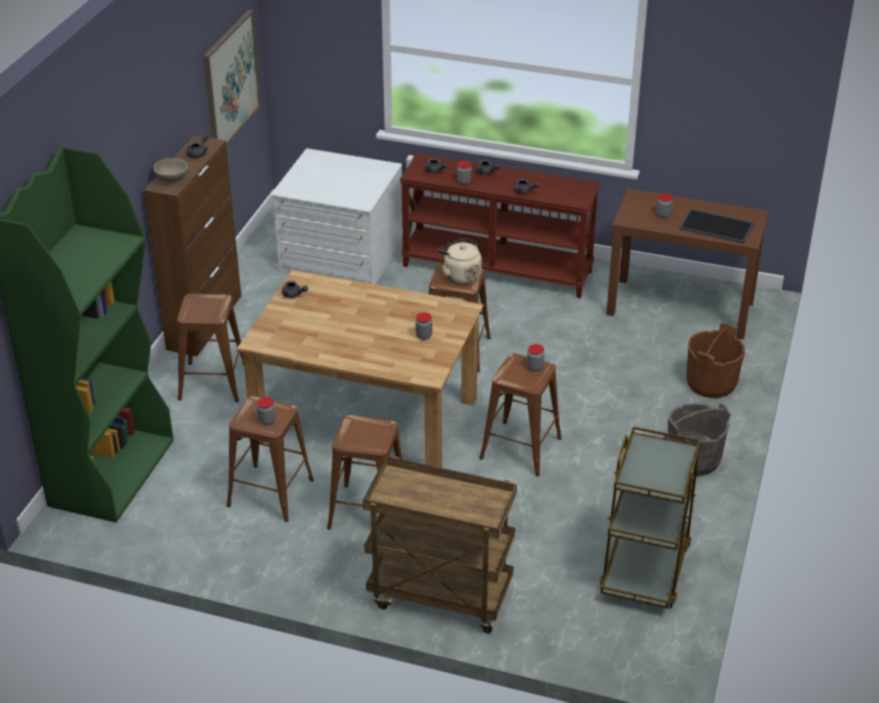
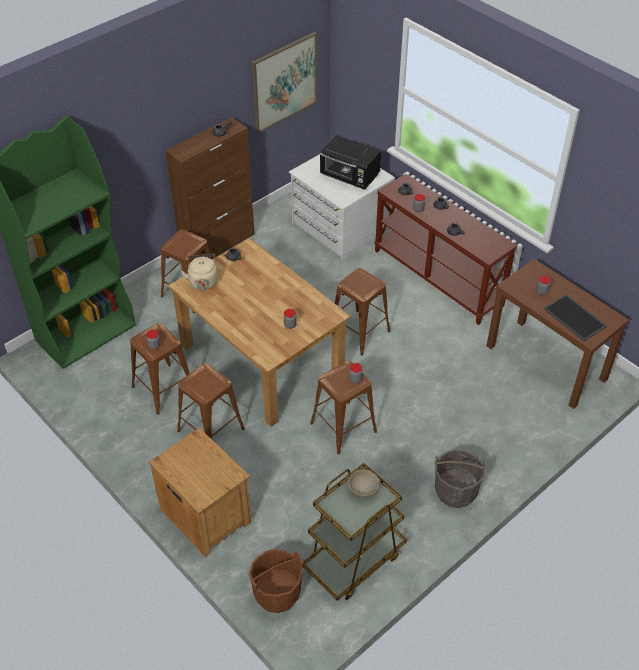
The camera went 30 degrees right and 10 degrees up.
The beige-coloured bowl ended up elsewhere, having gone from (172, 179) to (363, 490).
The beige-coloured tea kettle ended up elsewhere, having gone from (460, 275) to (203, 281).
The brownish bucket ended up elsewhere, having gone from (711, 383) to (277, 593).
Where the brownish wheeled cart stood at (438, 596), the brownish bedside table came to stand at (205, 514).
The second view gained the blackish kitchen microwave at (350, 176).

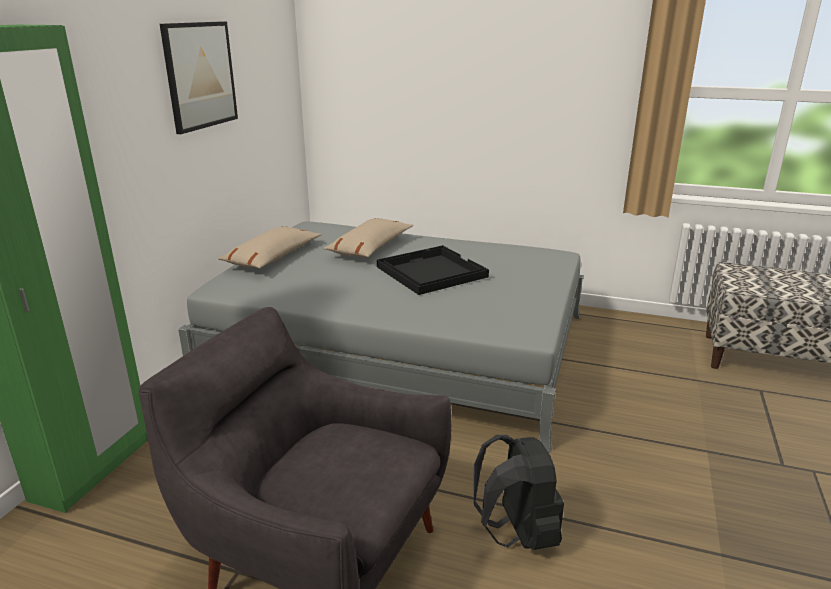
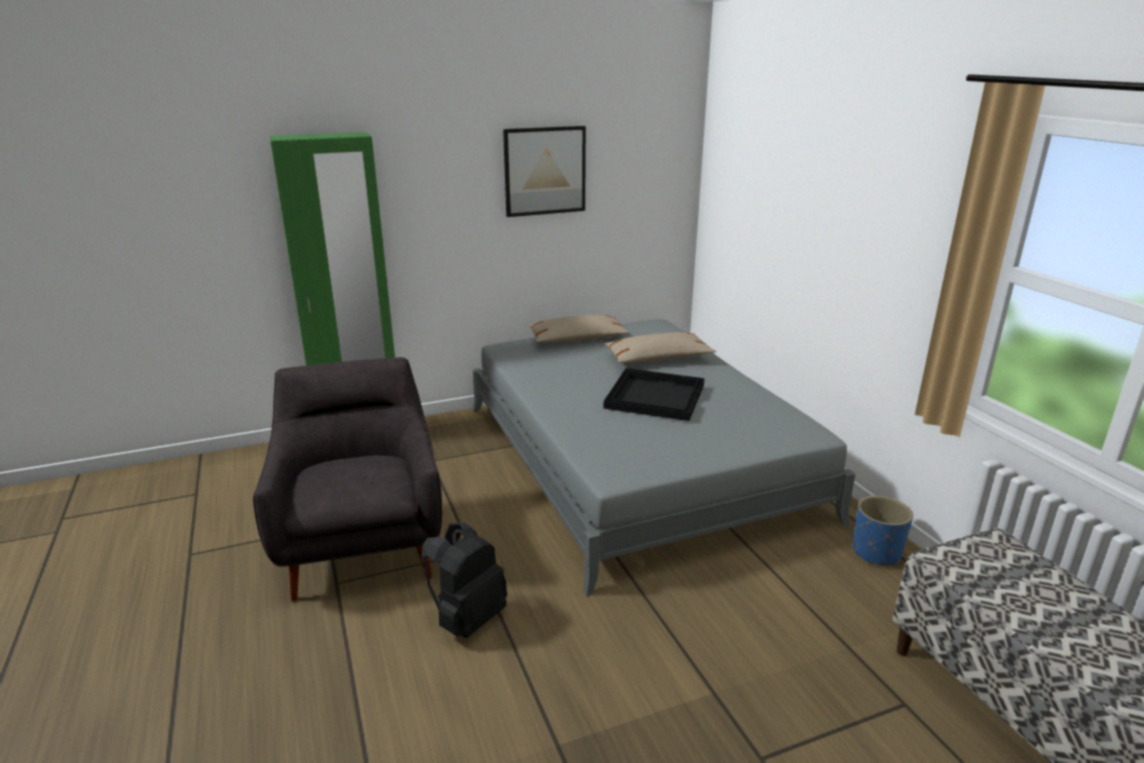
The camera went 50 degrees right and 0 degrees up.
The second view gained the bluish plant pot at (876, 553).

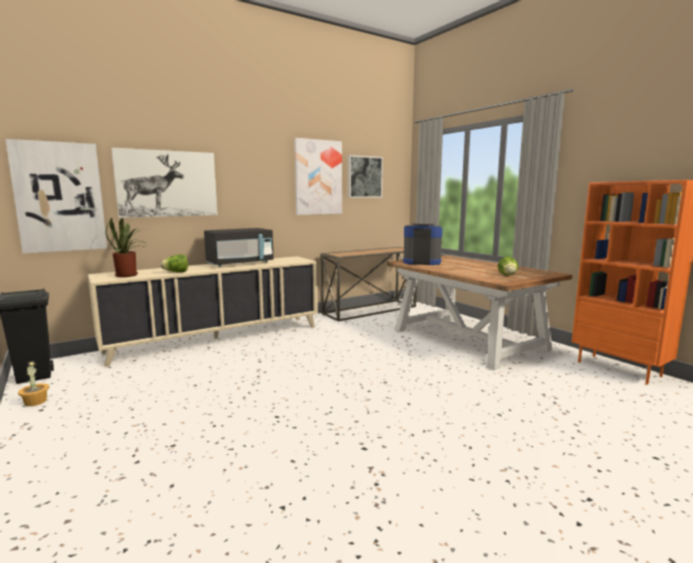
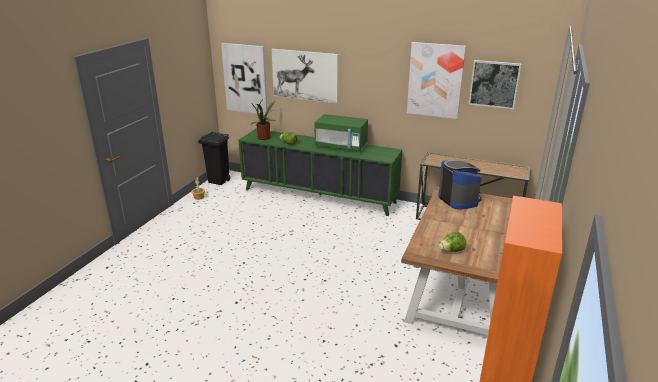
The camera went 55 degrees right and 15 degrees up.
What was the blackish kitchen microwave at (240, 263) turned into the green-coloured kitchen microwave at (341, 146).
What was the beige-coloured cupboard at (216, 339) turned into the green-coloured cupboard at (319, 195).

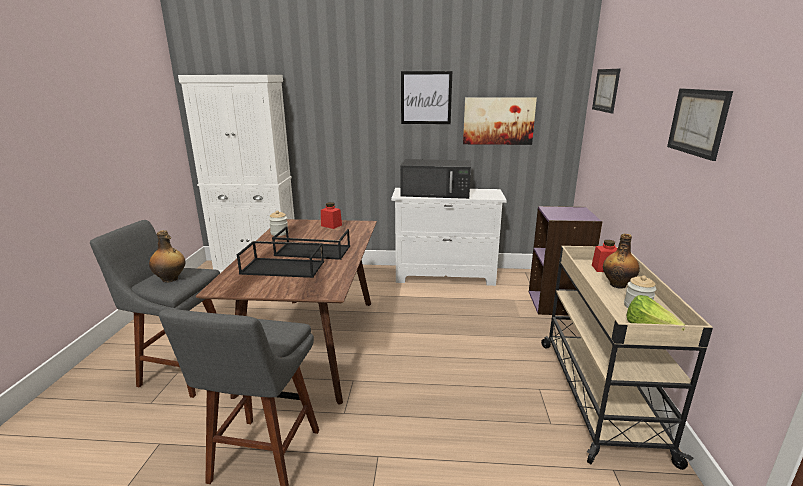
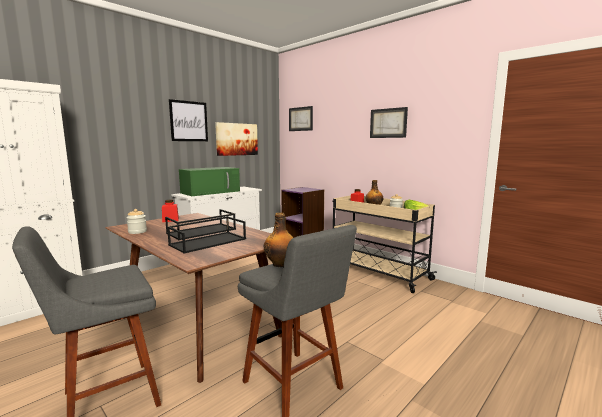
The camera went 50 degrees left and 10 degrees down.
What was the blackish kitchen microwave at (436, 193) turned into the green-coloured kitchen microwave at (211, 192).
The drink bottle ended up elsewhere, having gone from (171, 279) to (280, 264).

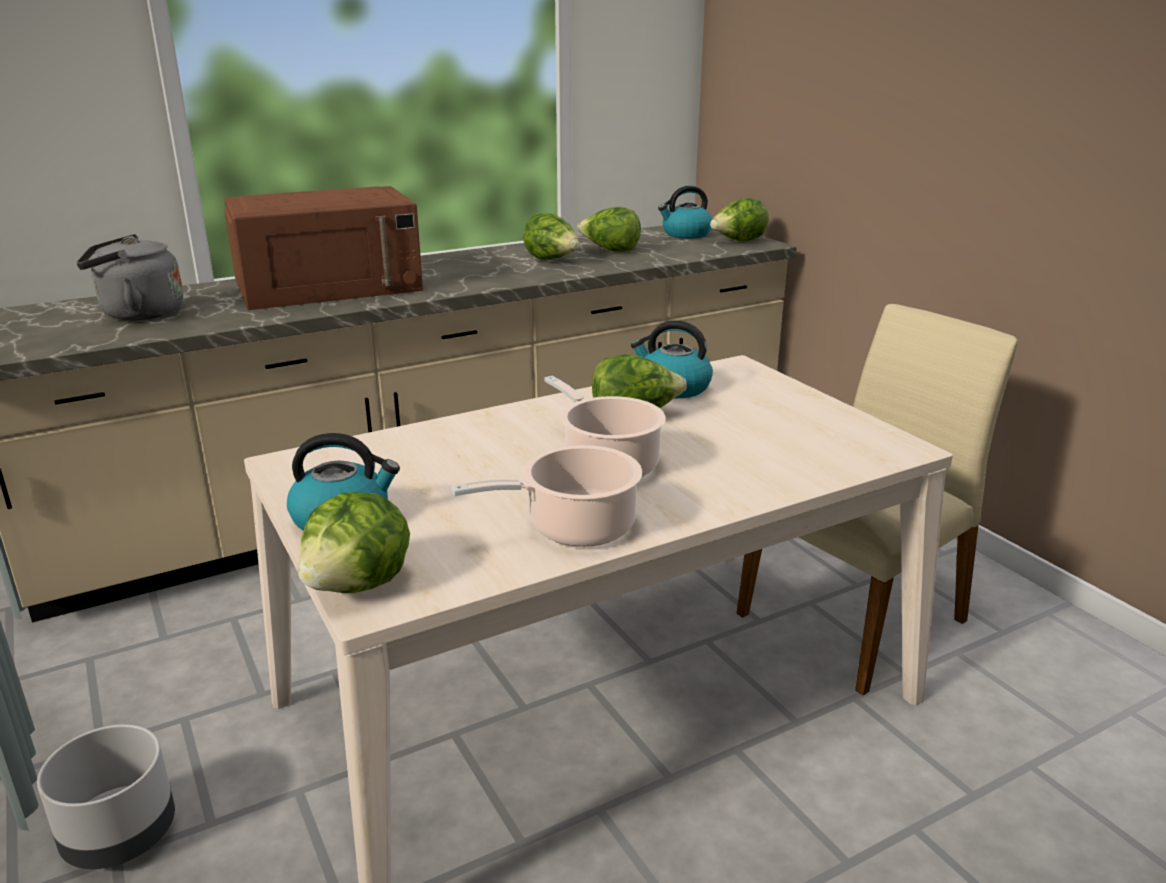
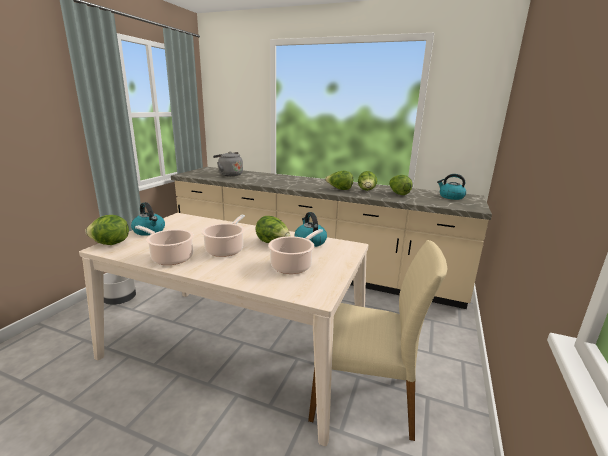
The camera went 50 degrees right and 5 degrees down.
The second view lost the brownish kitchen microwave at (330, 286).
The head of lettuce ended up elsewhere, having gone from (738, 241) to (339, 189).
The second view gained the cooking pot at (293, 265).

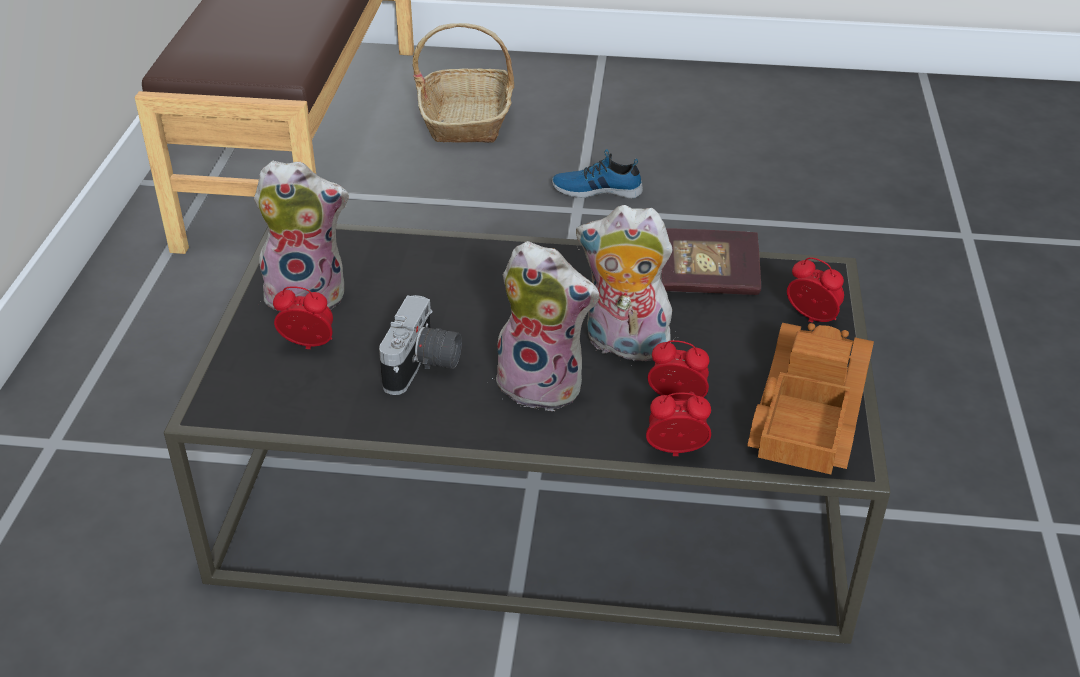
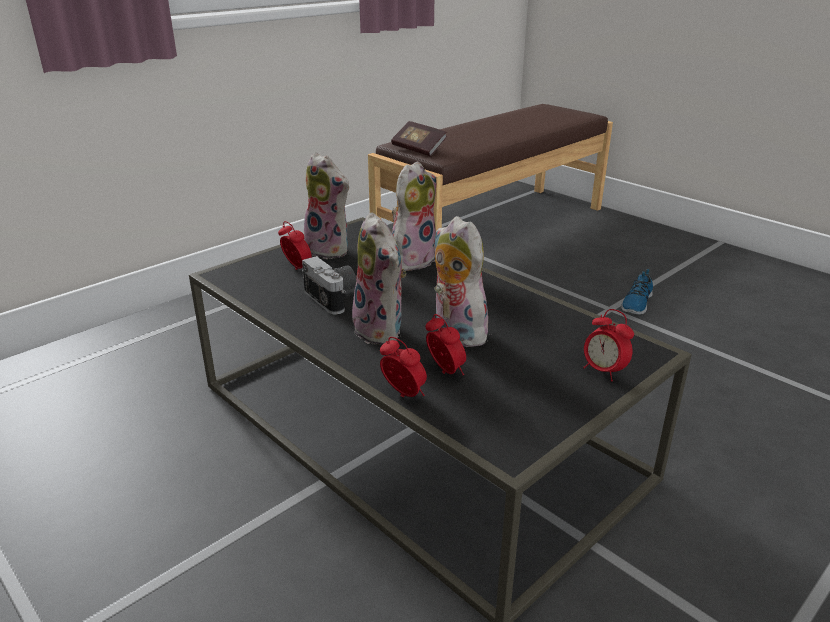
The camera went 40 degrees right and 10 degrees down.
The second view lost the basket at (467, 119).
The shoe at (597, 189) ended up facing another way, 105 degrees counterclockwise from before.
The volume ended up elsewhere, having gone from (706, 280) to (418, 149).
The alarm clock at (811, 320) ended up facing another way, 150 degrees clockwise from before.
The still camera at (424, 367) ended up facing another way, 90 degrees counterclockwise from before.
The second view lost the toy truck at (805, 411).
The second view gained the cuddly toy at (412, 259).

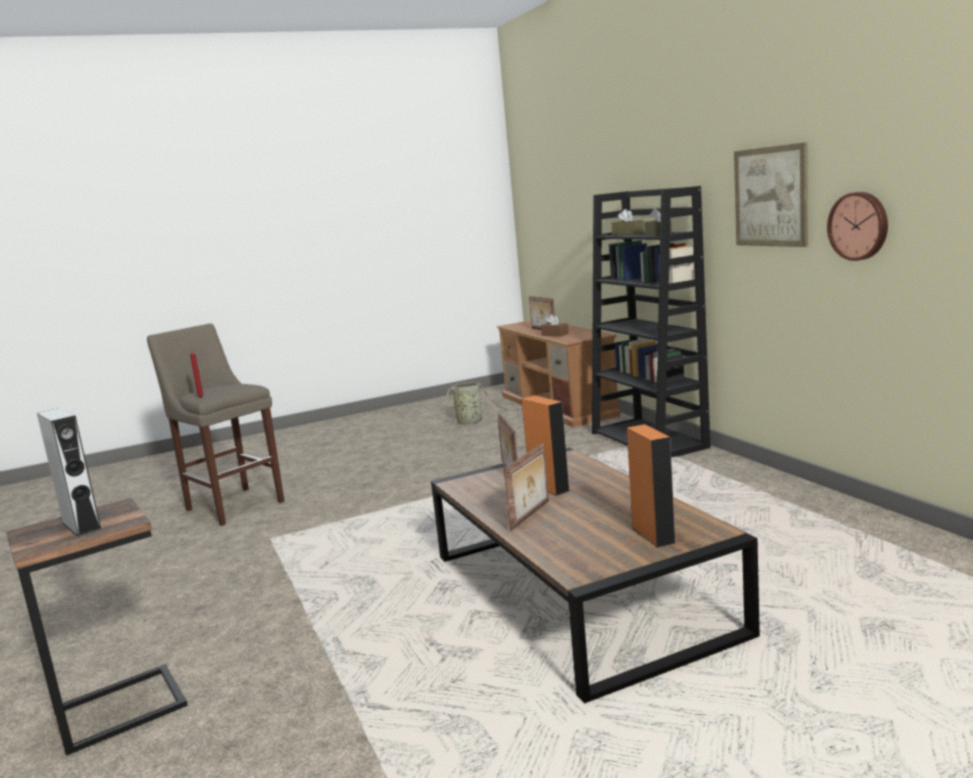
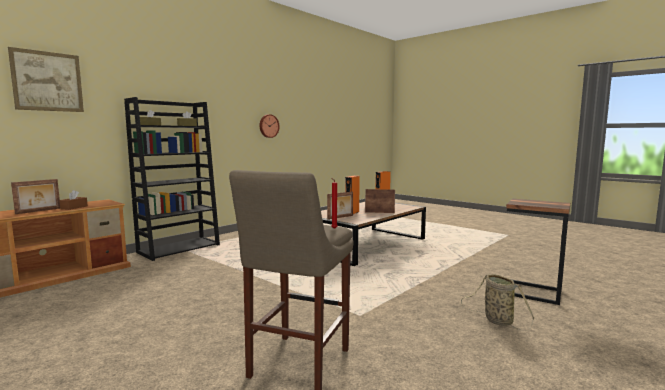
The camera went 115 degrees left and 5 degrees down.
The wall art ended up elsewhere, having gone from (770, 197) to (47, 81).
The basket ended up elsewhere, having gone from (471, 421) to (496, 320).
The second view lost the greyish speaker at (81, 526).

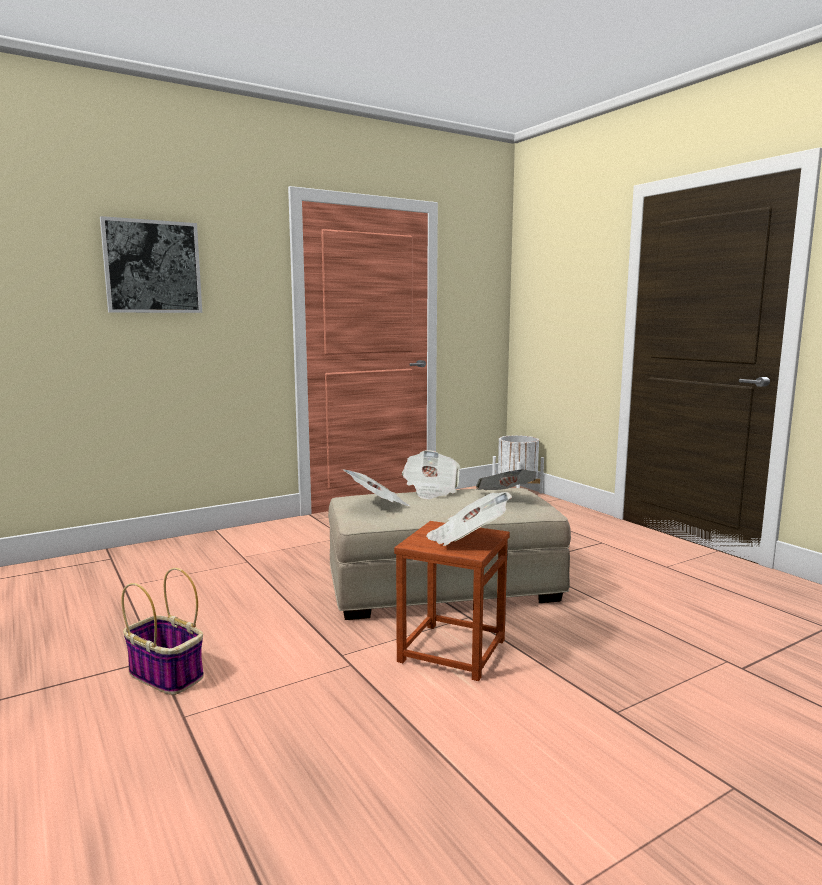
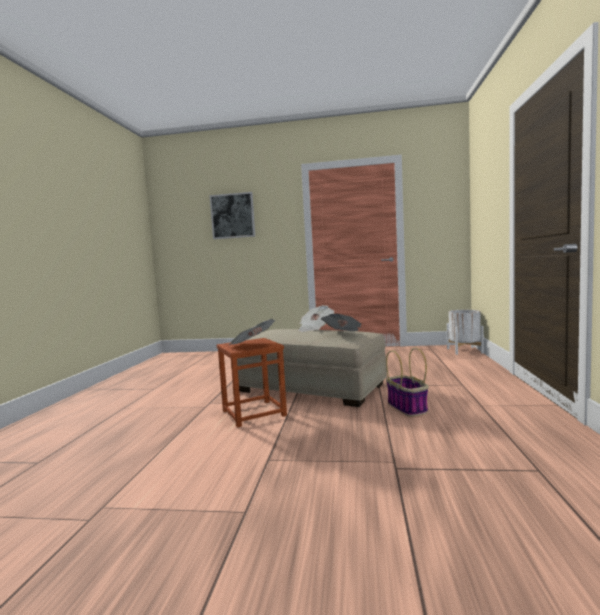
The camera went 40 degrees right and 5 degrees down.
The second view lost the newspaper at (377, 505).
The basket ended up elsewhere, having gone from (167, 675) to (407, 408).

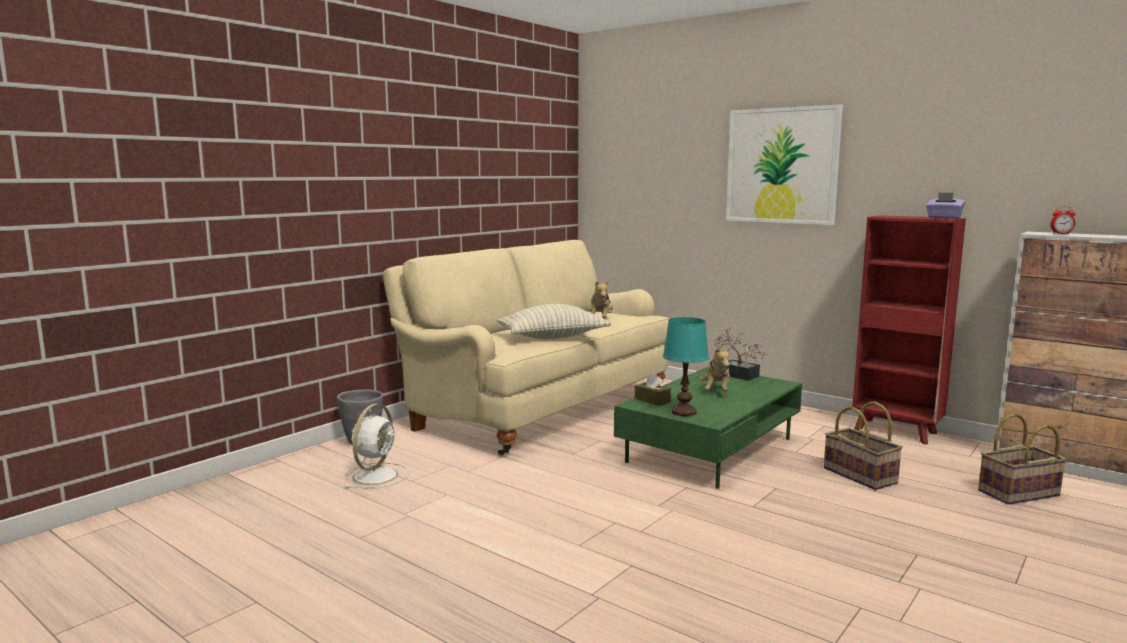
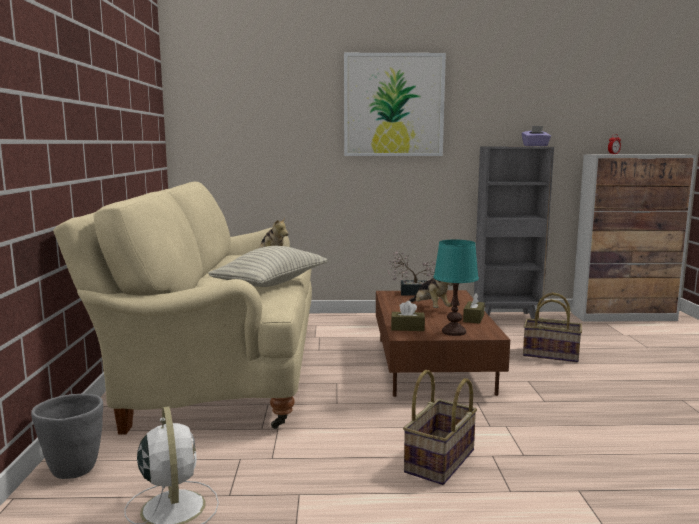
The camera went 40 degrees left and 0 degrees up.
What was the reddish bookcase at (897, 432) turned into the greyish bookcase at (507, 317).
What was the green-coloured lounge table at (710, 449) turned into the brownish lounge table at (430, 364).
The basket ended up elsewhere, having gone from (1019, 494) to (441, 461).
The second view gained the brownish tissue holder at (473, 318).

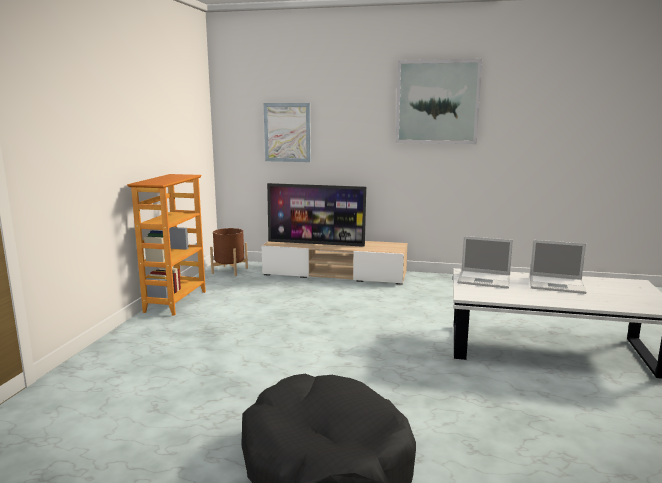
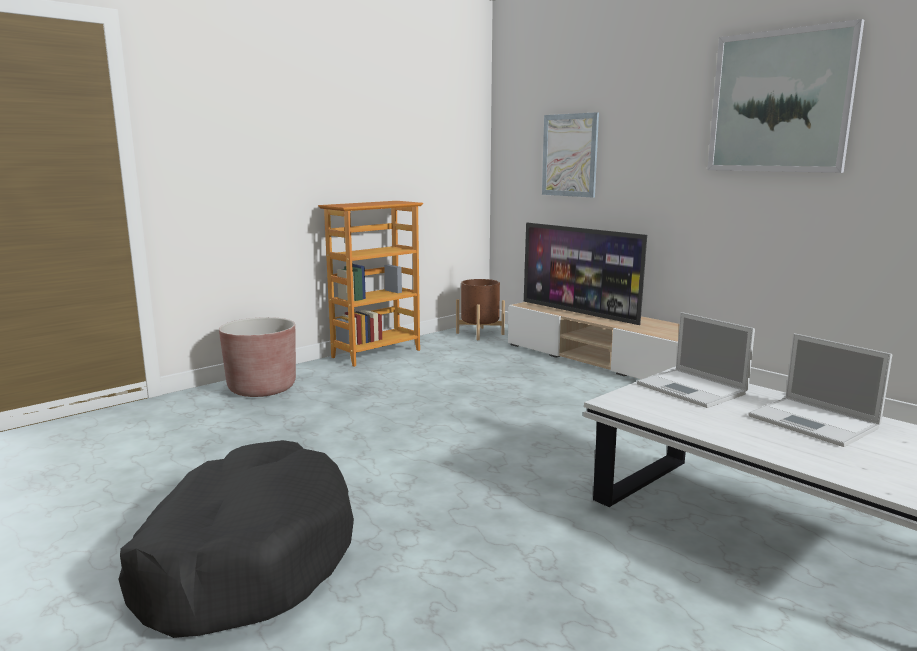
The camera went 35 degrees right and 0 degrees up.
The second view gained the brownish plant pot at (262, 388).

